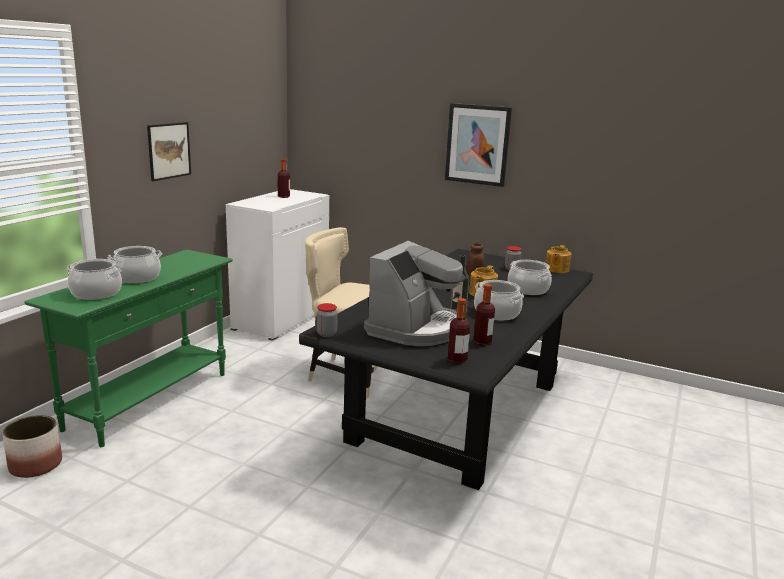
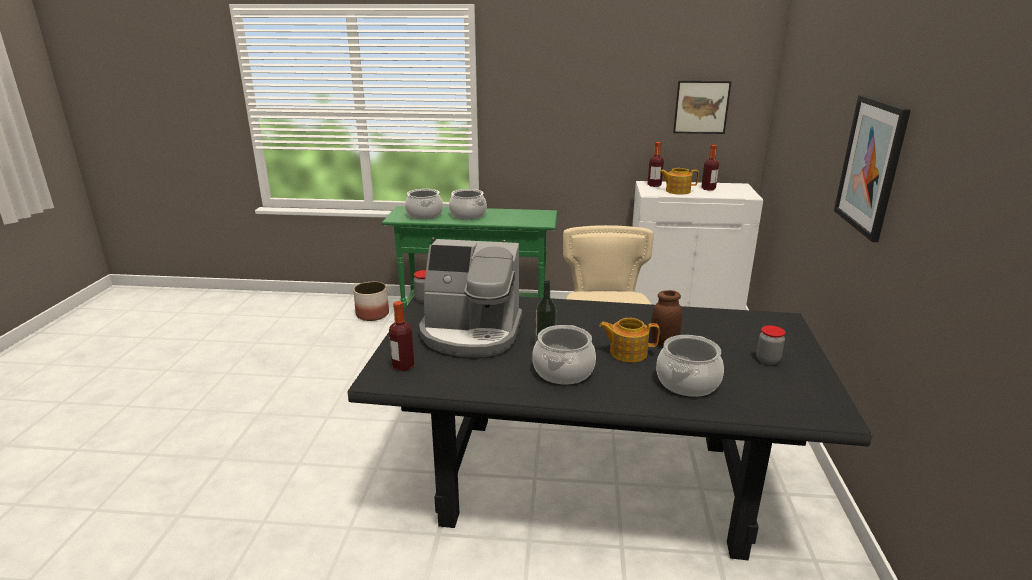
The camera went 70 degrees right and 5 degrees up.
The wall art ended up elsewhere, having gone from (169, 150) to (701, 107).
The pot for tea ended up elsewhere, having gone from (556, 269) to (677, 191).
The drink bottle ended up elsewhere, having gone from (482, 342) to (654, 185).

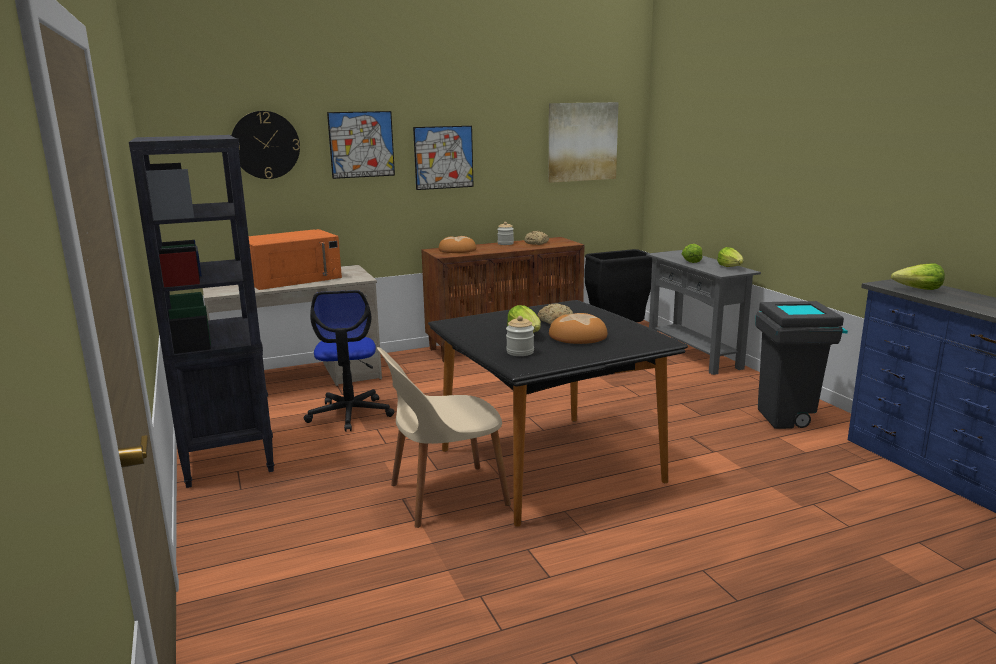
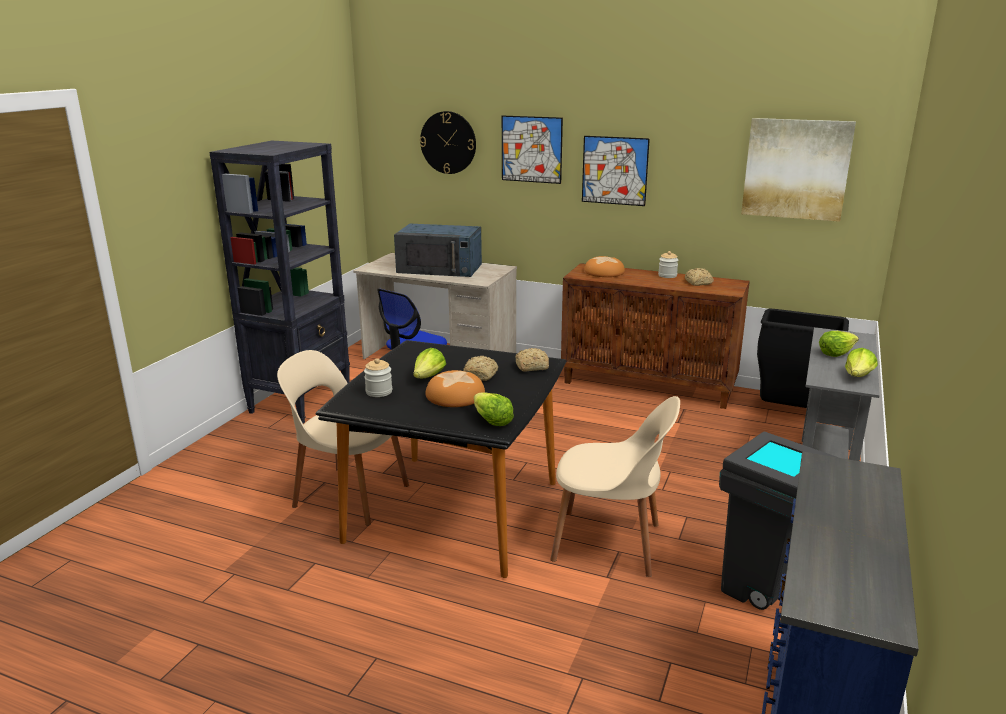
The camera went 45 degrees right and 5 degrees up.
What was the orangey kitchen microwave at (293, 278) turned into the bluish kitchen microwave at (440, 268).
The head of lettuce ended up elsewhere, having gone from (918, 289) to (491, 420).
The second view gained the bakery bread at (530, 367).
The second view gained the beige-coloured plain chair at (610, 543).

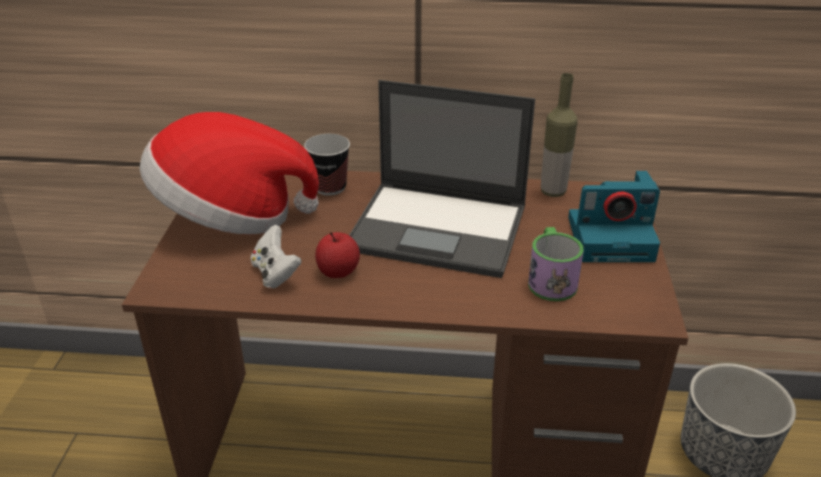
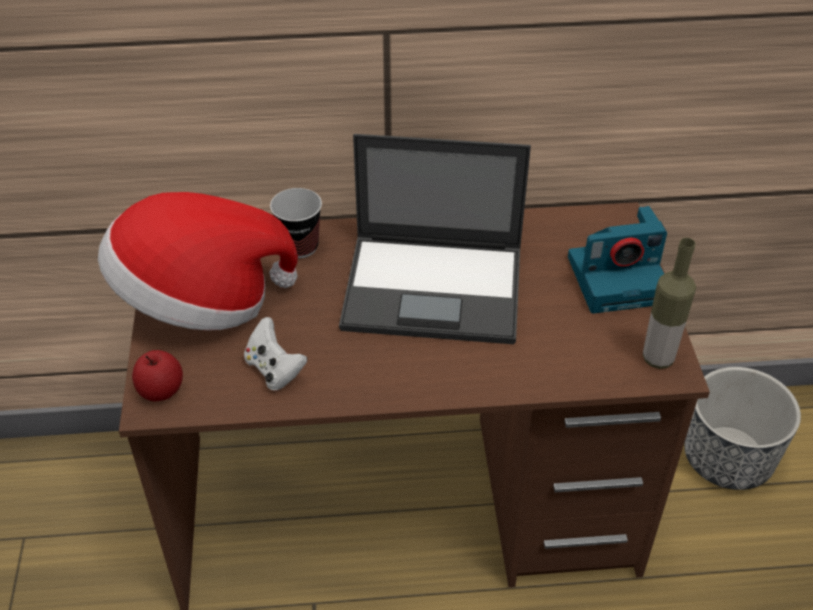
The camera went 10 degrees left and 10 degrees up.
The drink bottle ended up elsewhere, having gone from (553, 191) to (658, 358).
The second view lost the tea mug at (550, 279).
The whole apple ended up elsewhere, having gone from (338, 271) to (161, 390).

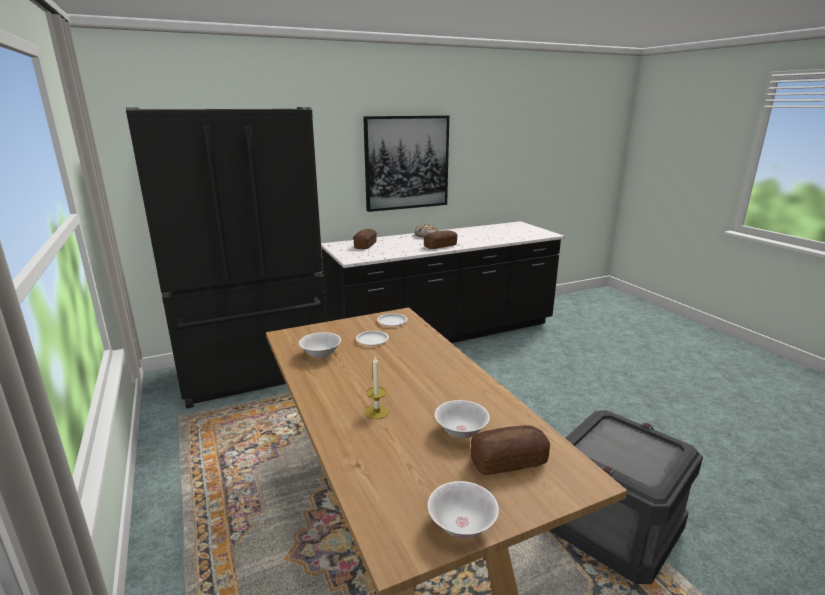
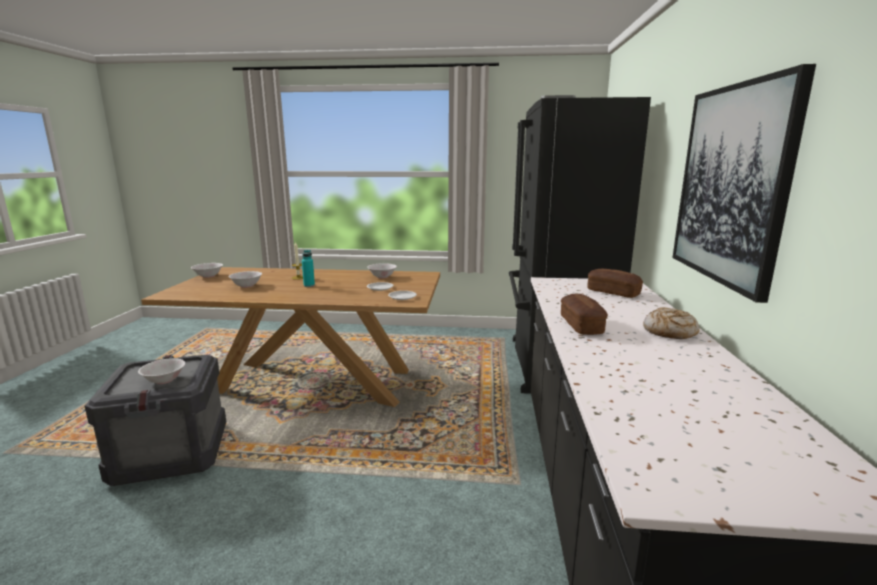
The camera went 120 degrees right and 5 degrees down.
The second view lost the bakery bread at (508, 461).
The second view gained the turquoise drink bottle at (309, 285).
The second view gained the white-coloured bowl at (164, 380).

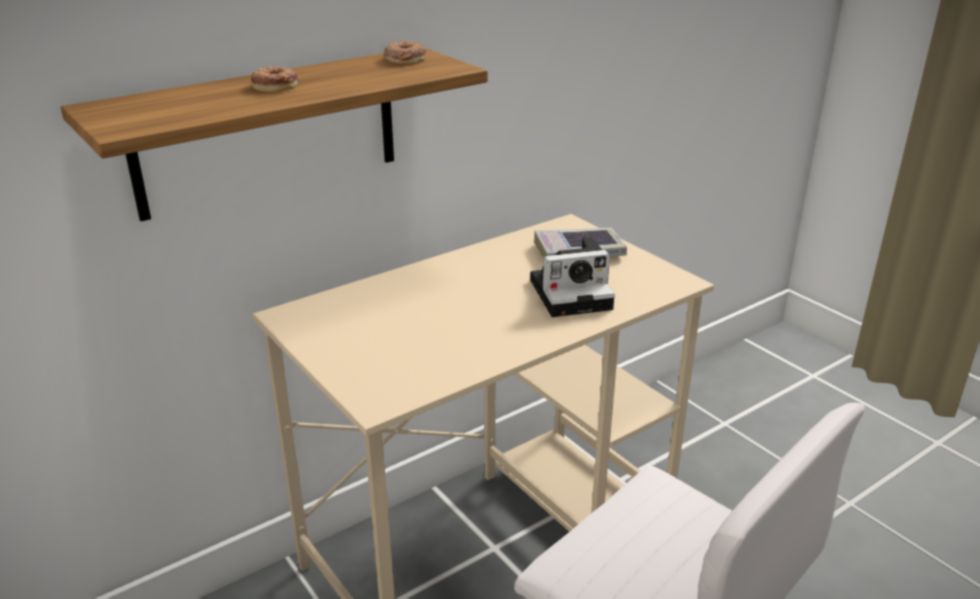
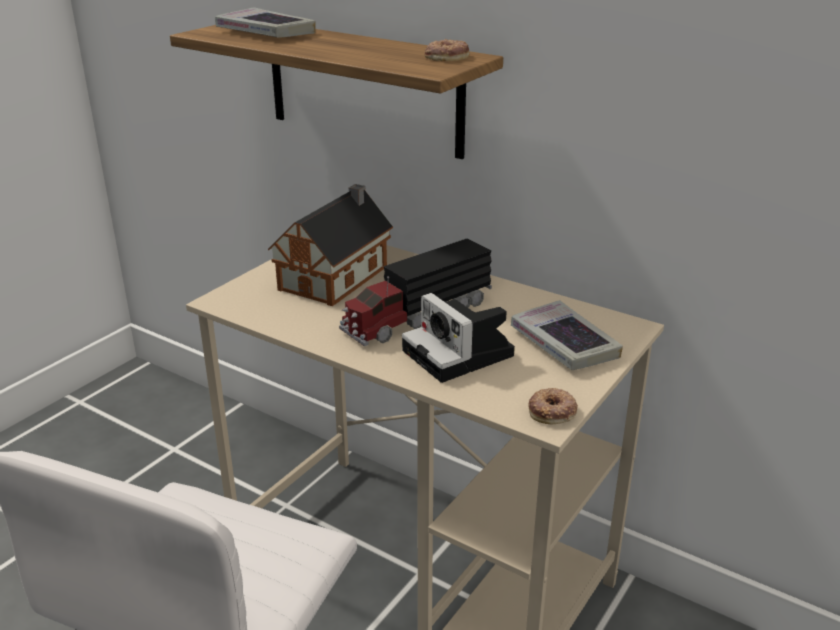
The camera went 70 degrees right and 0 degrees up.
The doughnut ended up elsewhere, having gone from (275, 85) to (552, 411).
The second view gained the volume at (265, 32).
The second view gained the toy house at (337, 276).
The second view gained the toy truck at (415, 316).

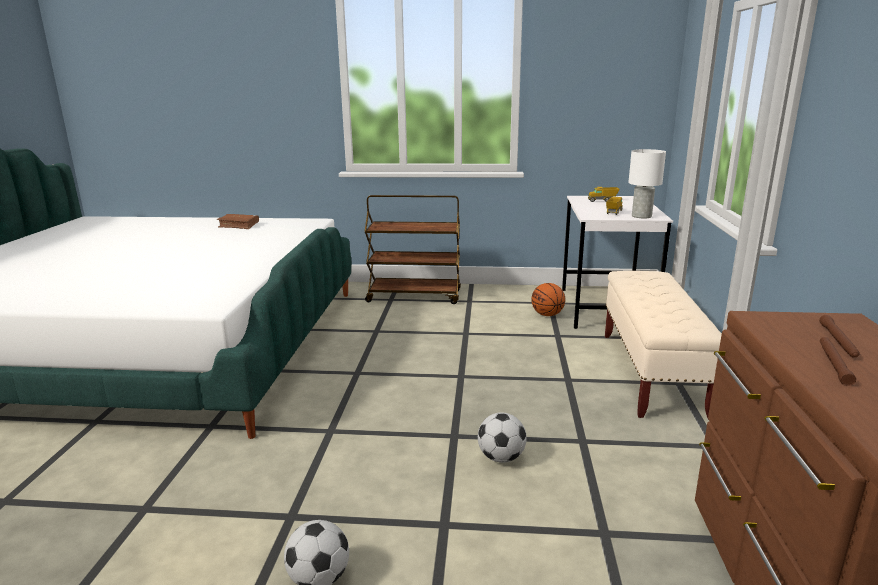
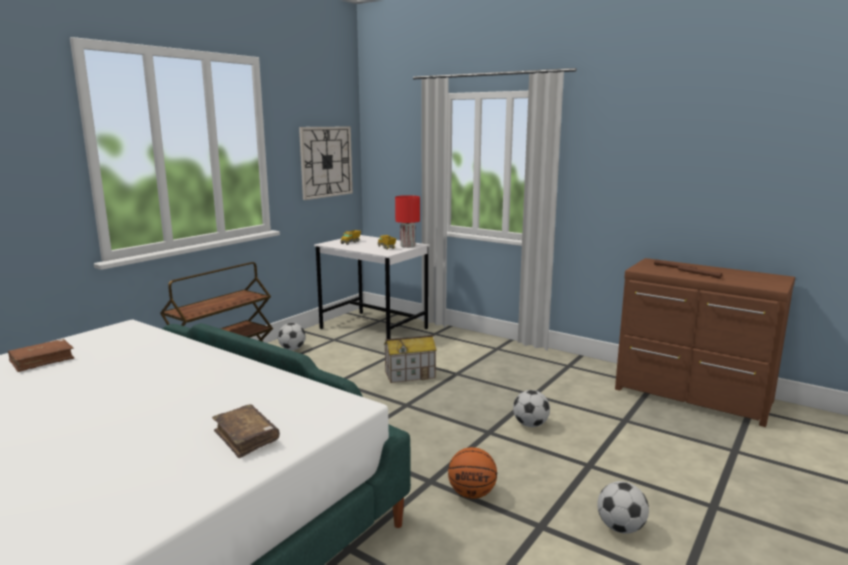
The camera went 60 degrees left and 5 degrees down.
What was the white-coloured table lamp at (641, 216) turned into the reddish table lamp at (408, 246).
The second view lost the beige-coloured long seat at (651, 373).
The ball for basketball ended up elsewhere, having gone from (547, 315) to (472, 493).
The second view gained the wall clock at (326, 162).
The second view gained the football ball at (292, 349).
The second view gained the toy house at (410, 375).
The second view gained the brownish volume at (246, 437).

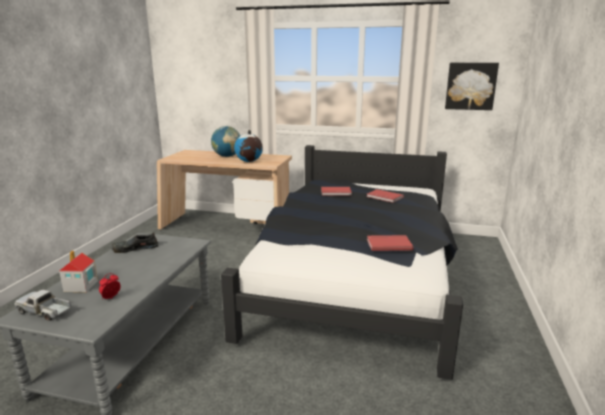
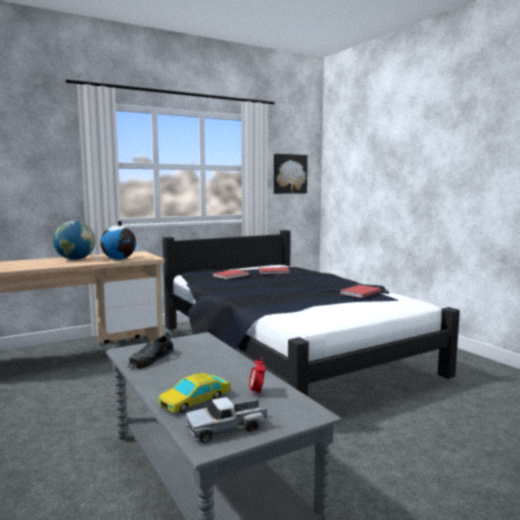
The camera went 45 degrees left and 10 degrees down.
Where the toy house stood at (80, 286), the miniature car came to stand at (195, 400).

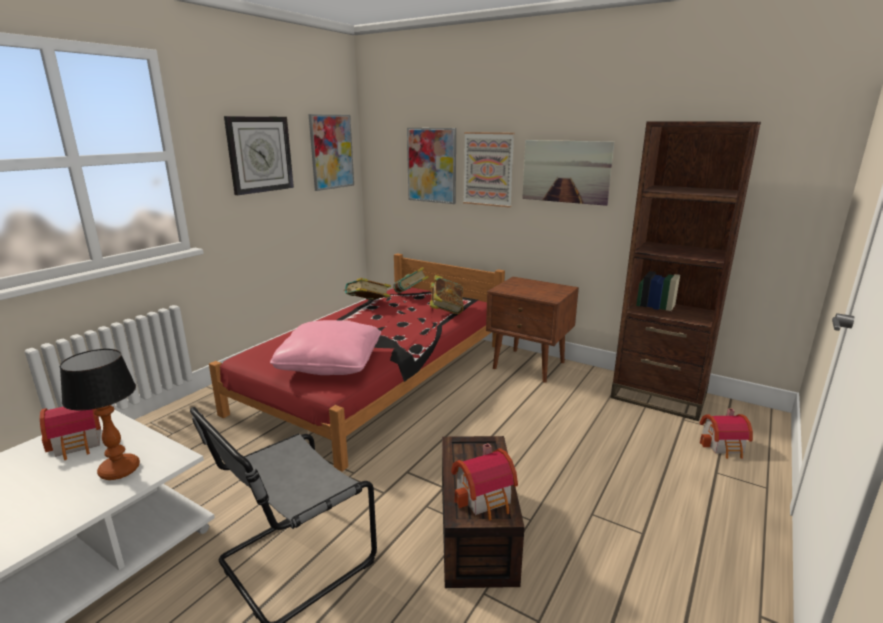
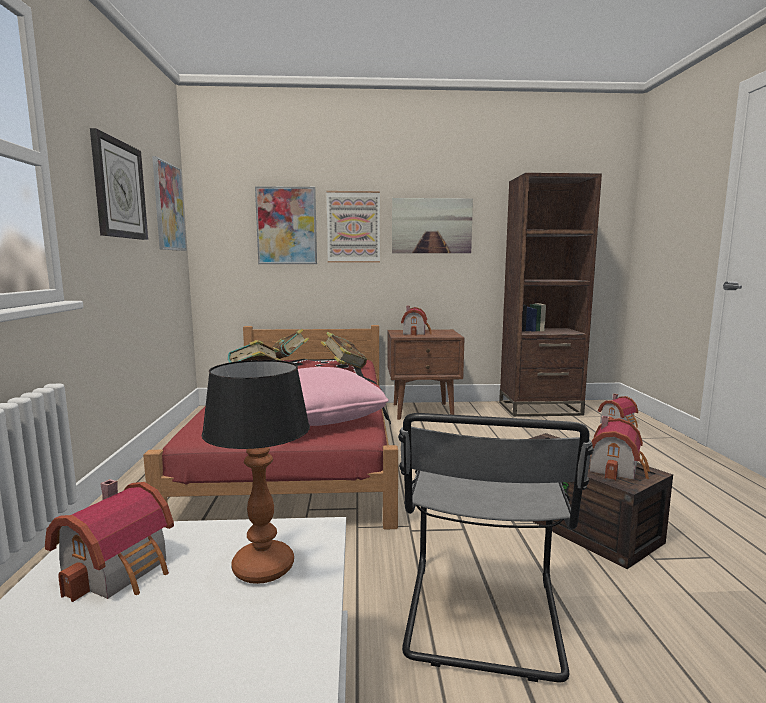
The camera went 35 degrees left and 10 degrees down.
The second view gained the toy house at (416, 332).

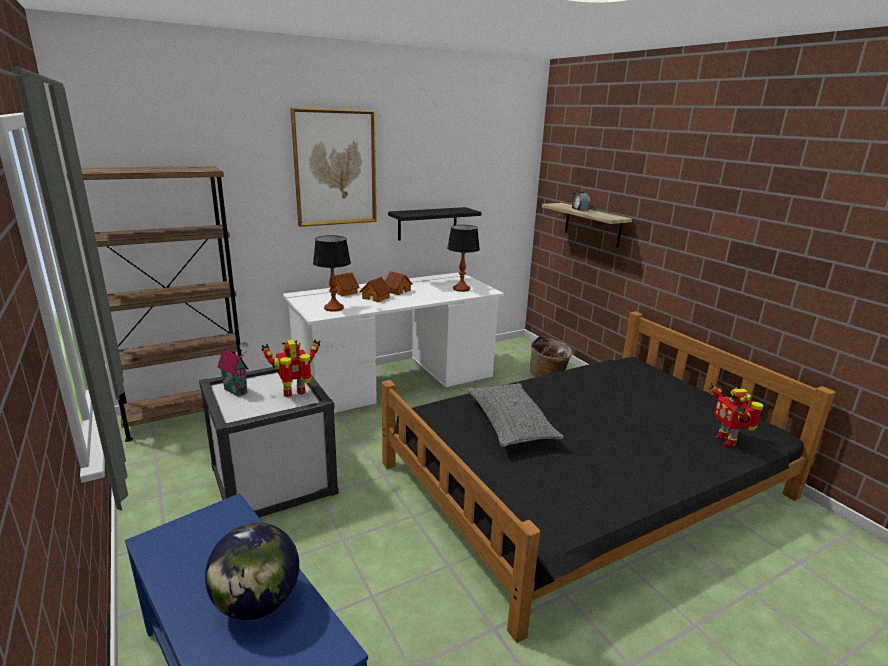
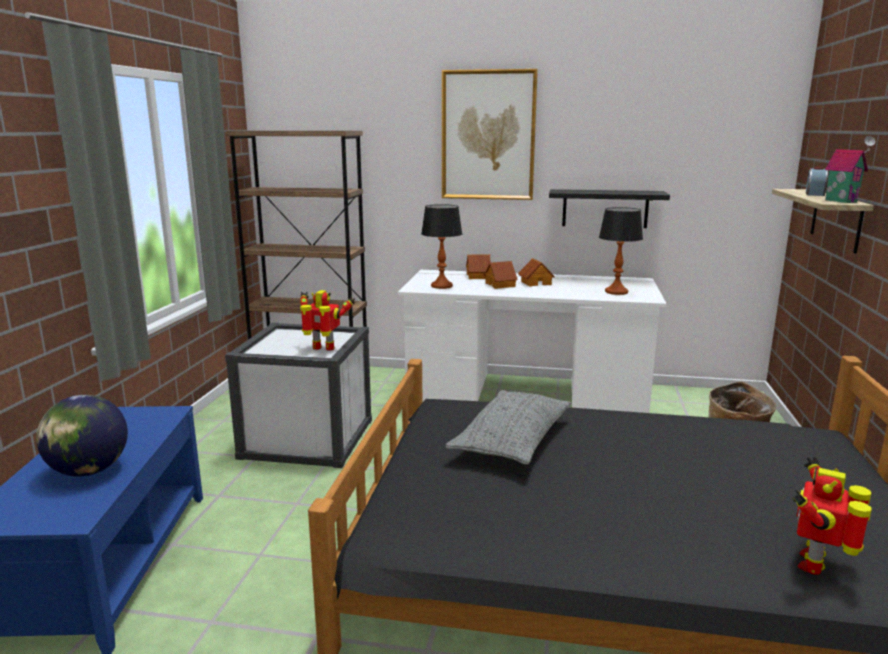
The camera went 40 degrees right and 5 degrees down.
The toy house ended up elsewhere, having gone from (237, 390) to (842, 201).

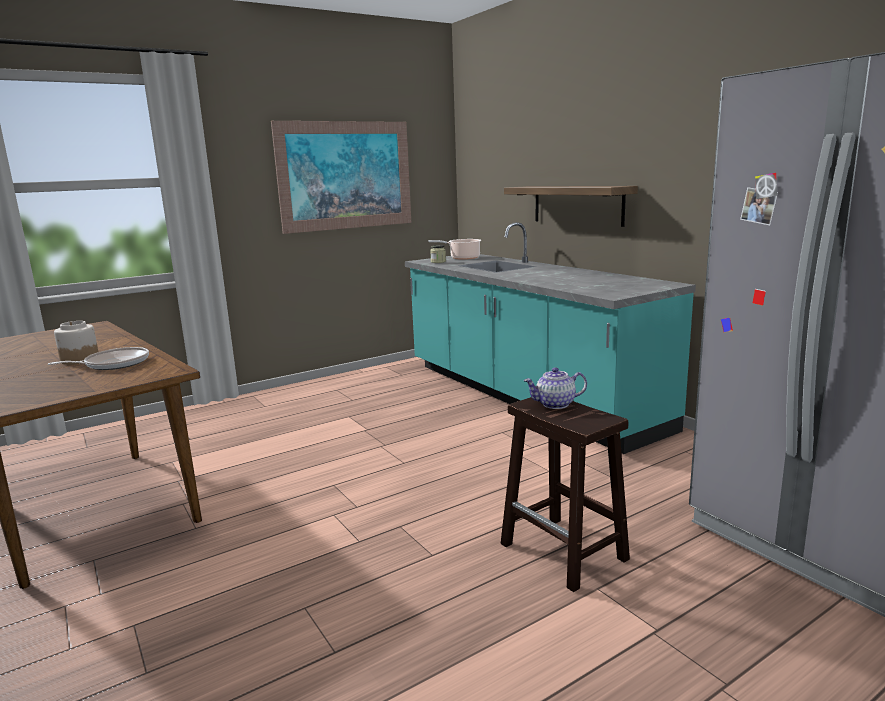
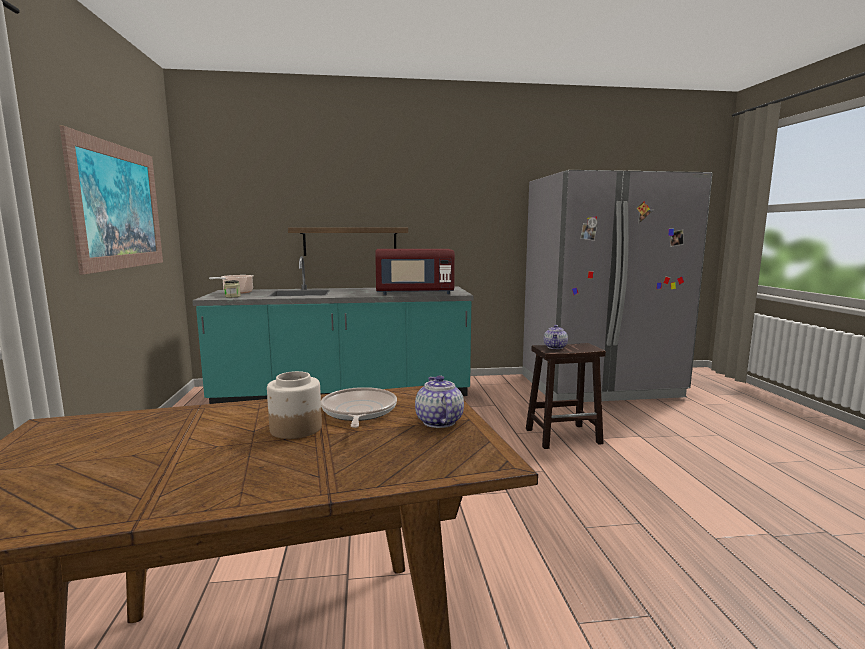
The camera went 65 degrees left and 5 degrees down.
The second view gained the reddish kitchen microwave at (414, 293).
The second view gained the pot for tea at (438, 421).

